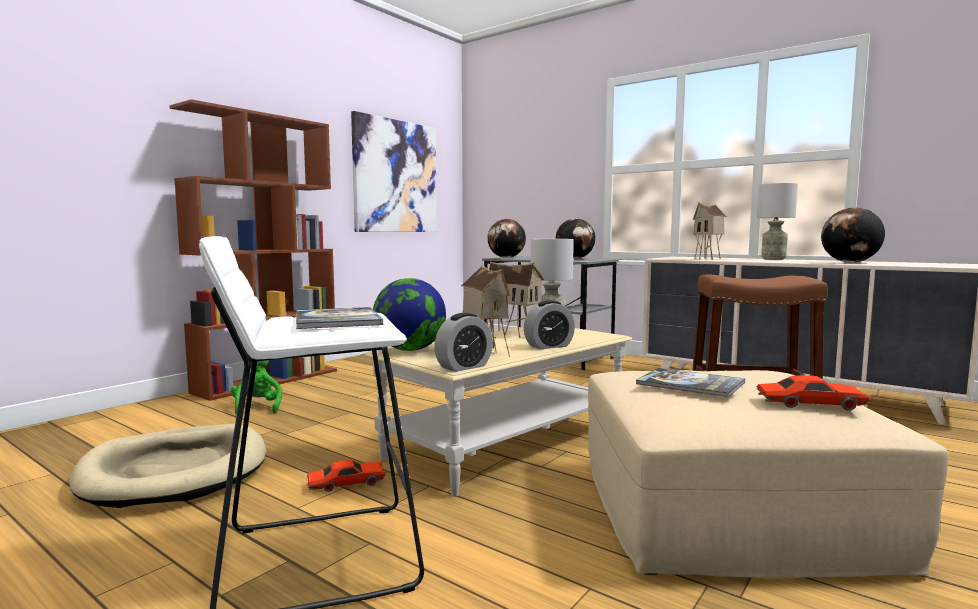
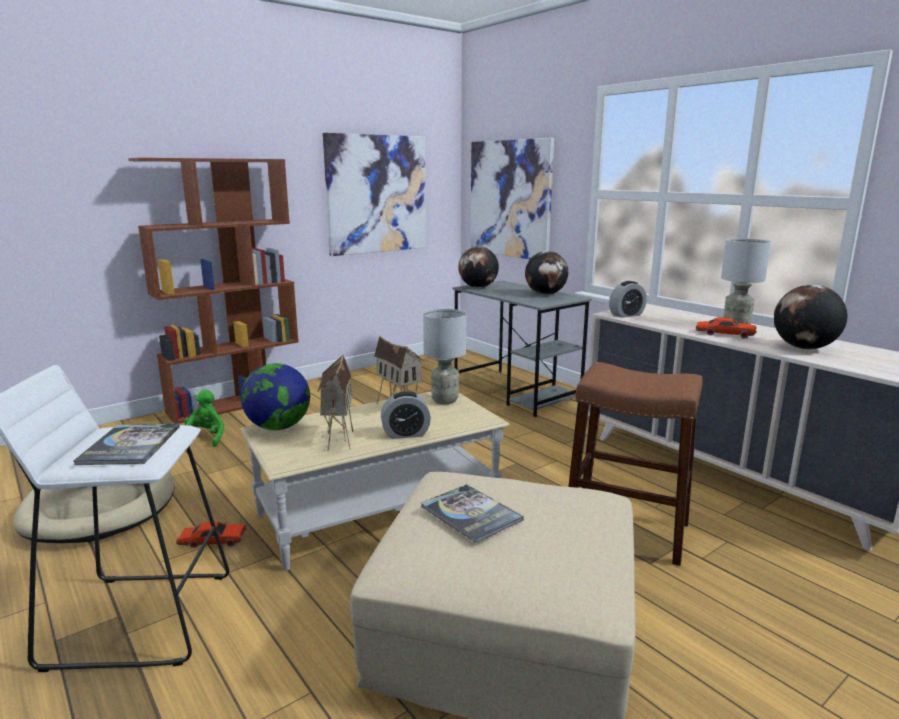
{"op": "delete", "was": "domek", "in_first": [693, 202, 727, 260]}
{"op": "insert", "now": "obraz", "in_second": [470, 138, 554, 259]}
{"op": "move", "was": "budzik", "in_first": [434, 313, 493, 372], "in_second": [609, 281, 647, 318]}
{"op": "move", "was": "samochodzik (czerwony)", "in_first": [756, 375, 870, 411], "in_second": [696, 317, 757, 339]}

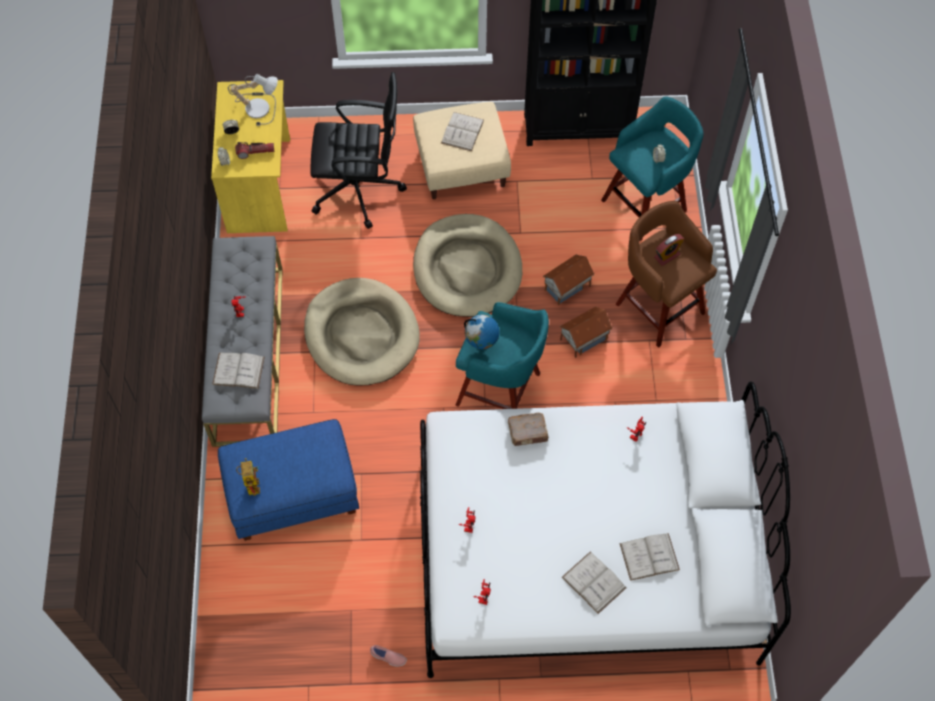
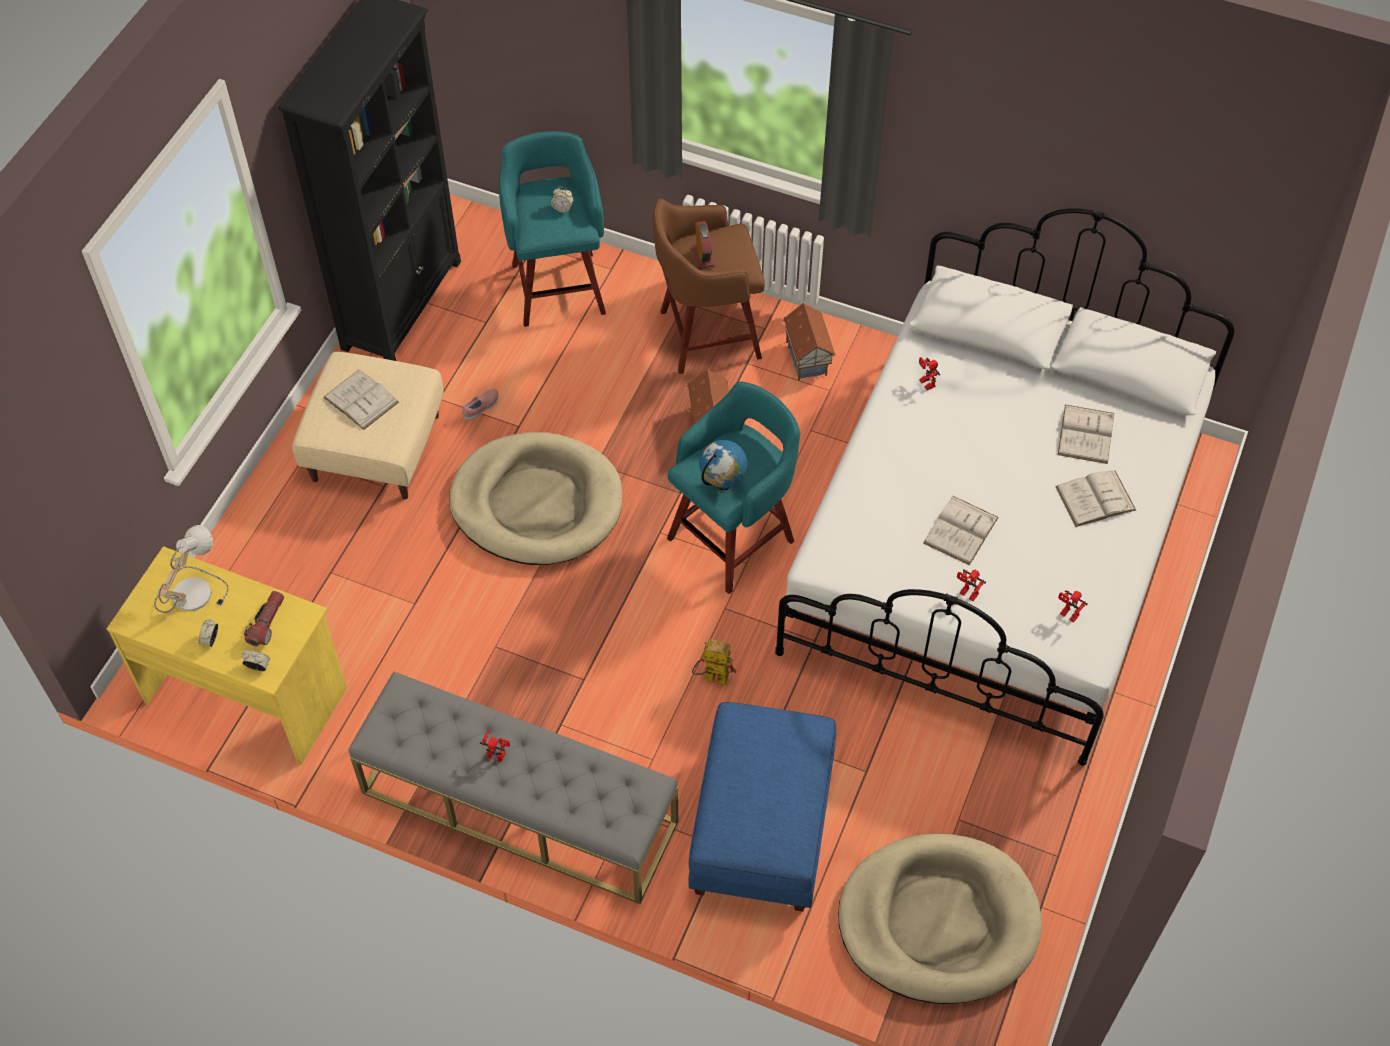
{"op": "delete", "was": "krzesło biurowe (czarny)", "in_first": [310, 72, 407, 229]}
{"op": "delete", "was": "książka (brązowy)", "in_first": [508, 413, 549, 446]}
{"op": "move", "was": "książka (biały)", "in_first": [212, 353, 265, 389], "in_second": [923, 496, 999, 566]}
{"op": "move", "was": "robot zabawkowy", "in_first": [236, 458, 260, 496], "in_second": [692, 639, 736, 685]}
{"op": "move", "was": "legowisko (beżowy)", "in_first": [304, 278, 420, 386], "in_second": [838, 833, 1042, 1004]}
{"op": "move", "was": "but (różowy)", "in_first": [370, 645, 407, 667], "in_second": [462, 389, 499, 421]}
{"op": "move", "was": "domek", "in_first": [543, 254, 595, 305], "in_second": [783, 303, 836, 381]}

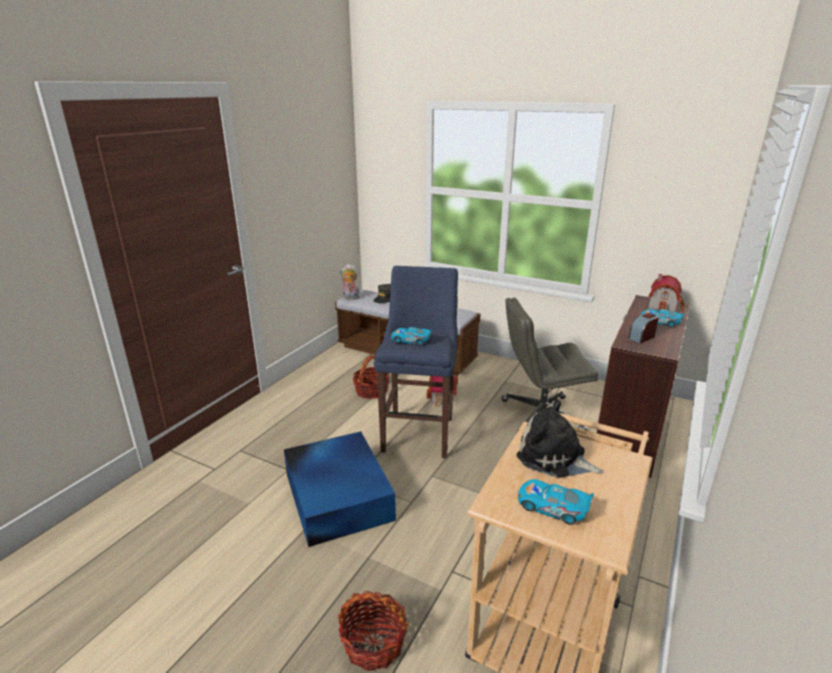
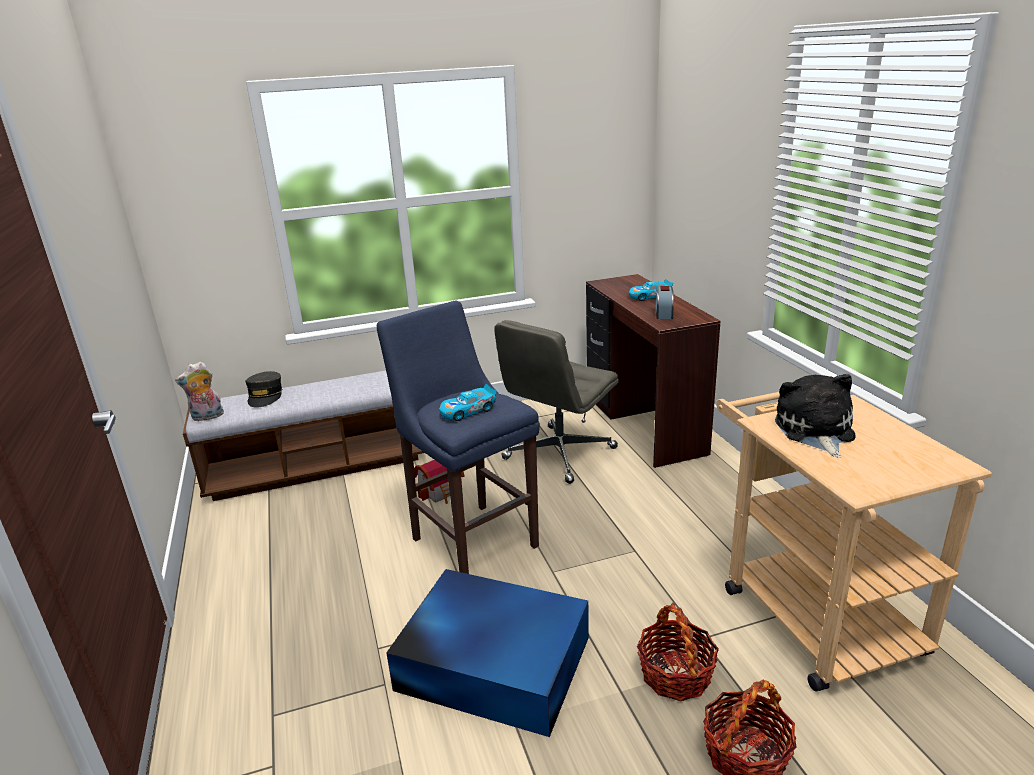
{"op": "delete", "was": "samochodzik", "in_first": [518, 479, 594, 525]}
{"op": "delete", "was": "domek", "in_first": [648, 274, 684, 312]}
{"op": "move", "was": "koszyk", "in_first": [353, 355, 390, 399], "in_second": [637, 603, 719, 701]}
{"op": "rotate", "was": "pluszak", "in_first": [517, 399, 604, 478], "in_second": [775, 374, 856, 457], "clockwise": 105}

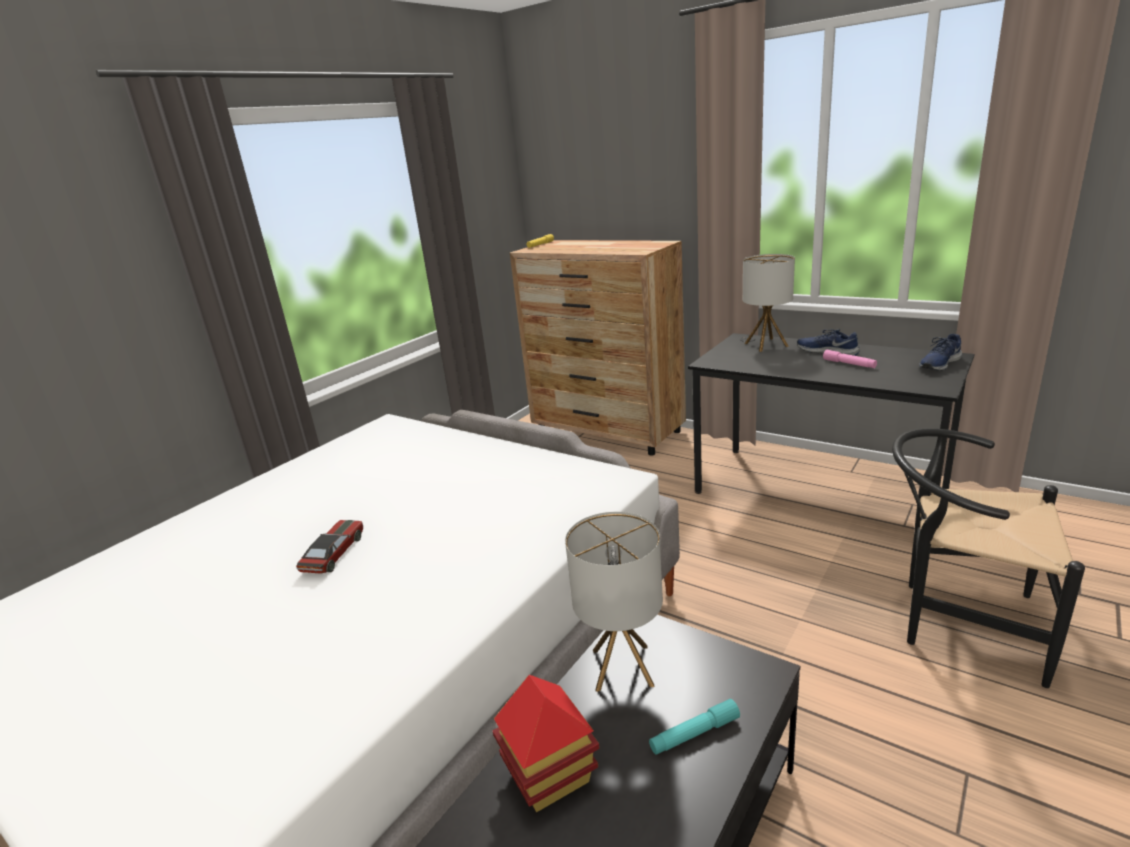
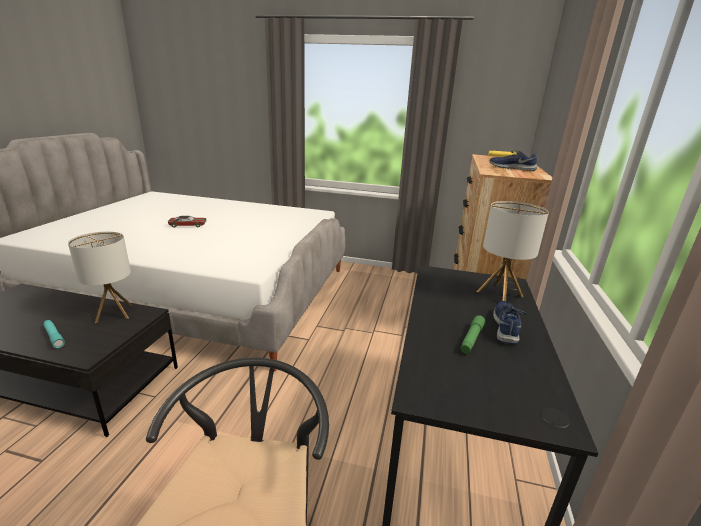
{"op": "delete", "was": "domek", "in_first": [492, 675, 600, 812]}
{"op": "move", "was": "but (niebieski)", "in_first": [919, 334, 962, 371], "in_second": [490, 151, 537, 171]}
{"op": "recolor", "was": "latarka (różowy)", "now": "latarka (zielony)", "in_first": [823, 350, 877, 368], "in_second": [461, 315, 485, 354]}

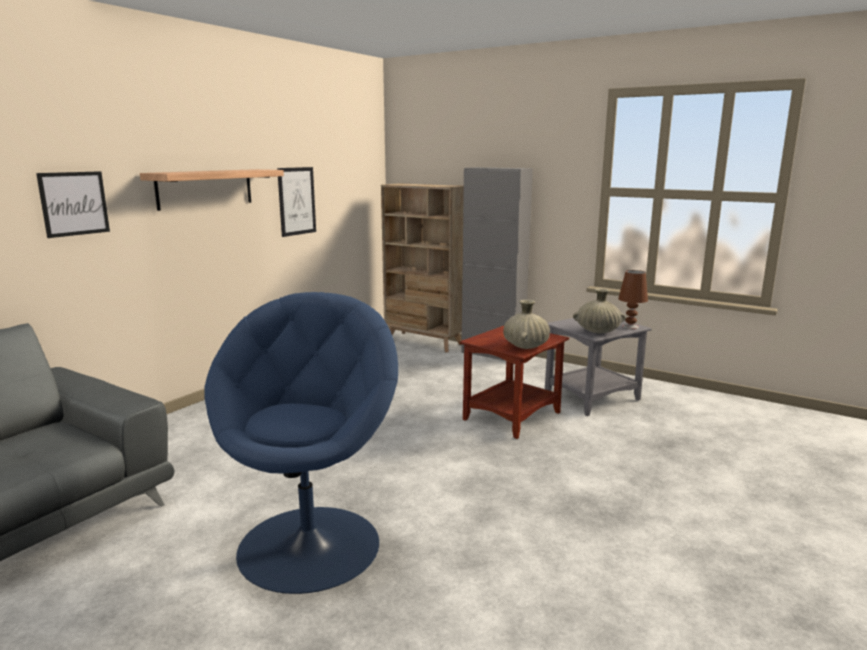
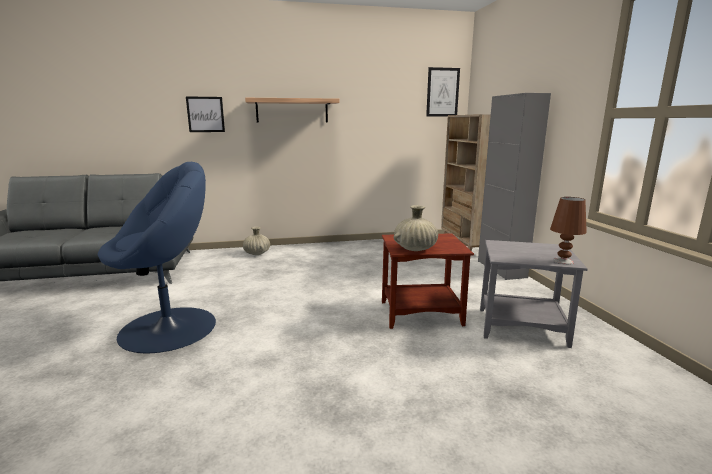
{"op": "move", "was": "obraz", "in_first": [277, 167, 316, 237], "in_second": [426, 67, 460, 117]}
{"op": "move", "was": "wazon (beżowy)", "in_first": [573, 288, 626, 333], "in_second": [243, 227, 270, 255]}

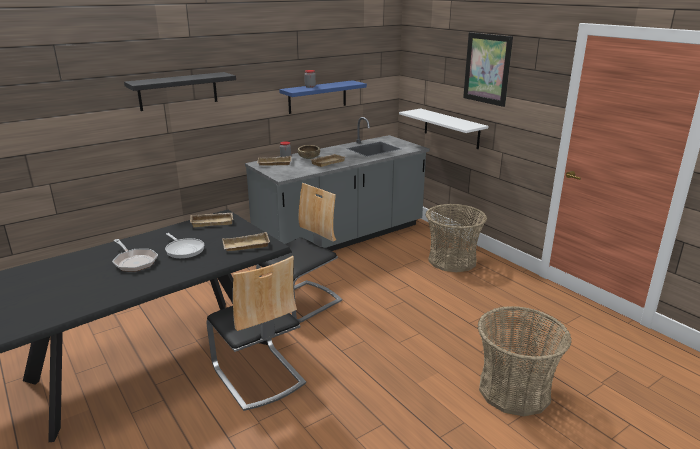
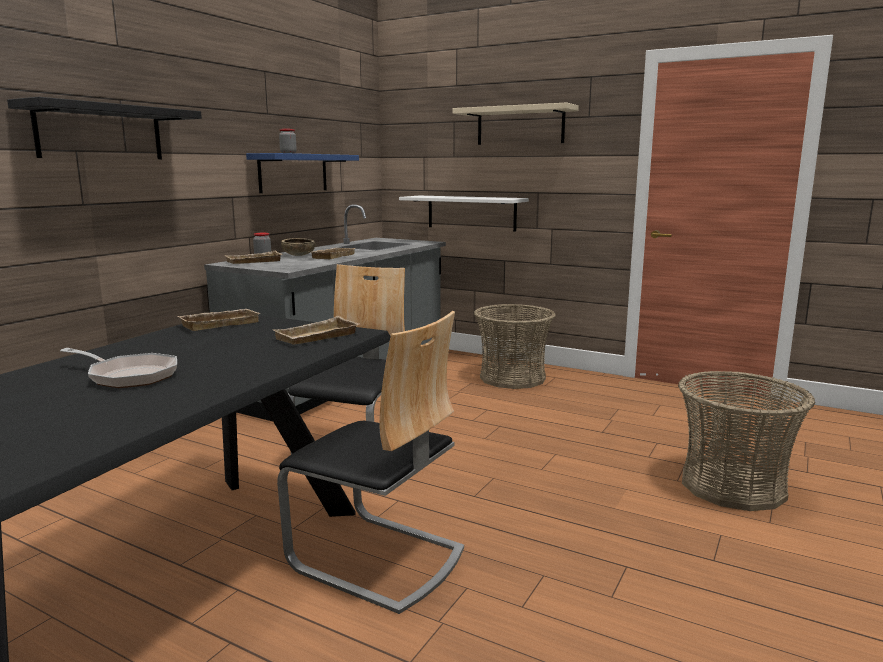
{"op": "delete", "was": "patelnia", "in_first": [165, 233, 204, 259]}
{"op": "replace", "was": "obraz", "now": "półka (beżowy)", "in_first": [463, 32, 513, 107], "in_second": [452, 102, 579, 145]}

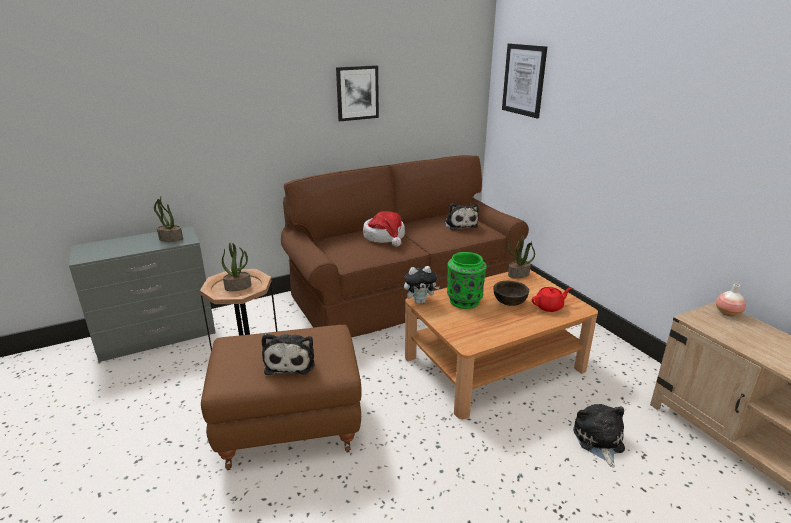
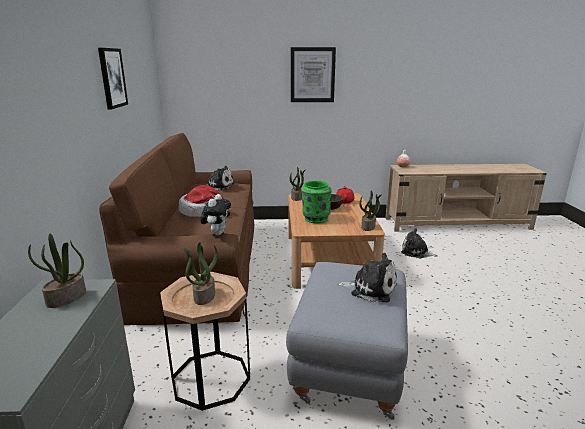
{"op": "insert", "now": "roślina doniczkowa", "in_second": [359, 190, 382, 231]}
{"op": "move", "was": "pluszak", "in_first": [404, 266, 440, 304], "in_second": [200, 194, 231, 235]}
{"op": "move", "was": "obraz", "in_first": [502, 43, 547, 118], "in_second": [291, 47, 336, 102]}
{"op": "recolor", "was": "pufa (brązowy)", "now": "pufa (szary)", "in_first": [201, 325, 362, 470], "in_second": [286, 262, 408, 420]}

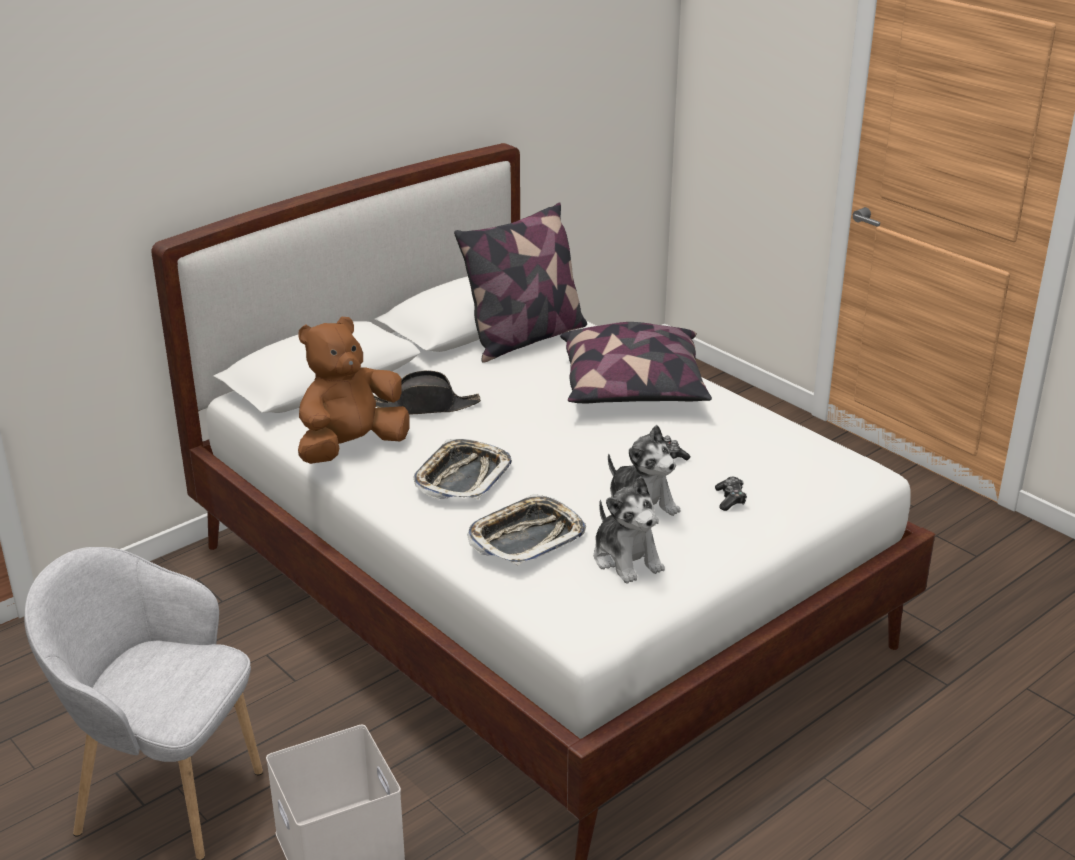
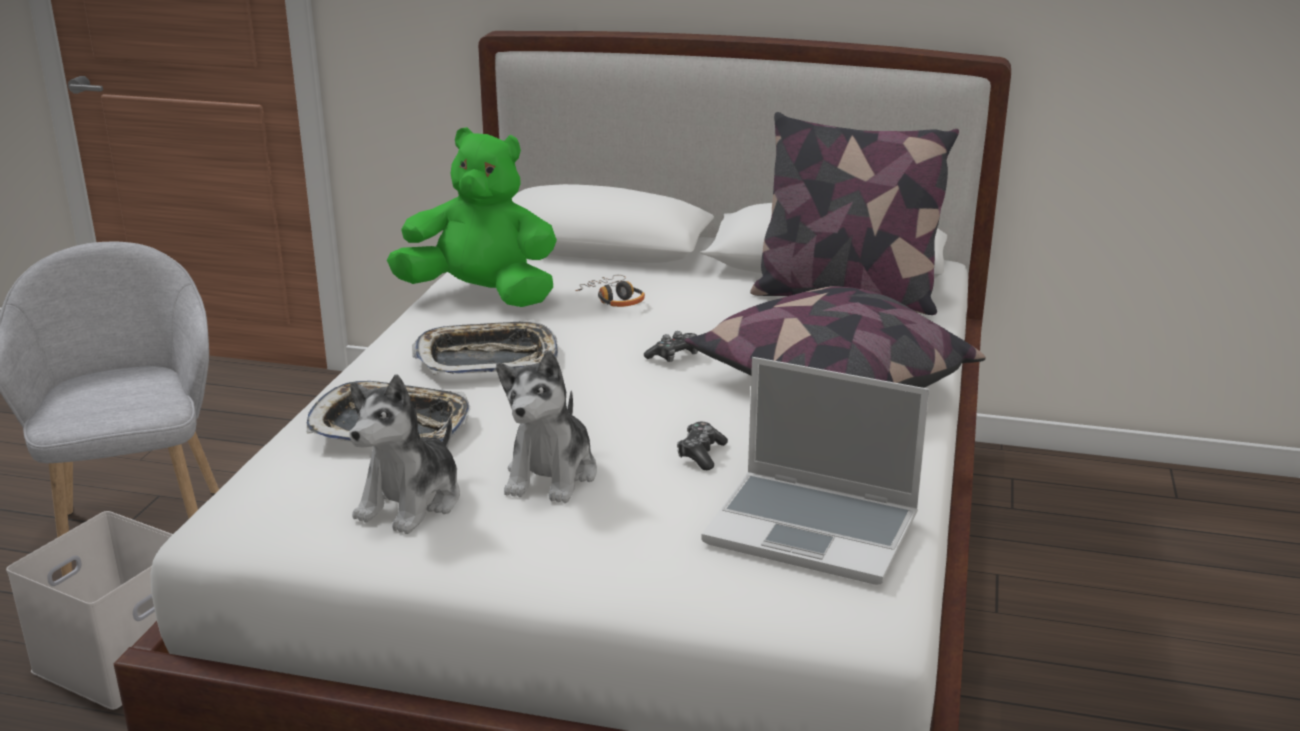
{"op": "insert", "now": "laptop", "in_second": [701, 357, 929, 585]}
{"op": "move", "was": "pad do gier", "in_first": [715, 477, 747, 511], "in_second": [644, 331, 698, 362]}
{"op": "replace", "was": "kapelusz (czarny)", "now": "słuchawki", "in_first": [374, 370, 481, 415], "in_second": [575, 275, 645, 307]}
{"op": "recolor", "was": "pluszak (brązowy)", "now": "pluszak (zielony)", "in_first": [298, 317, 409, 464], "in_second": [387, 127, 557, 307]}

